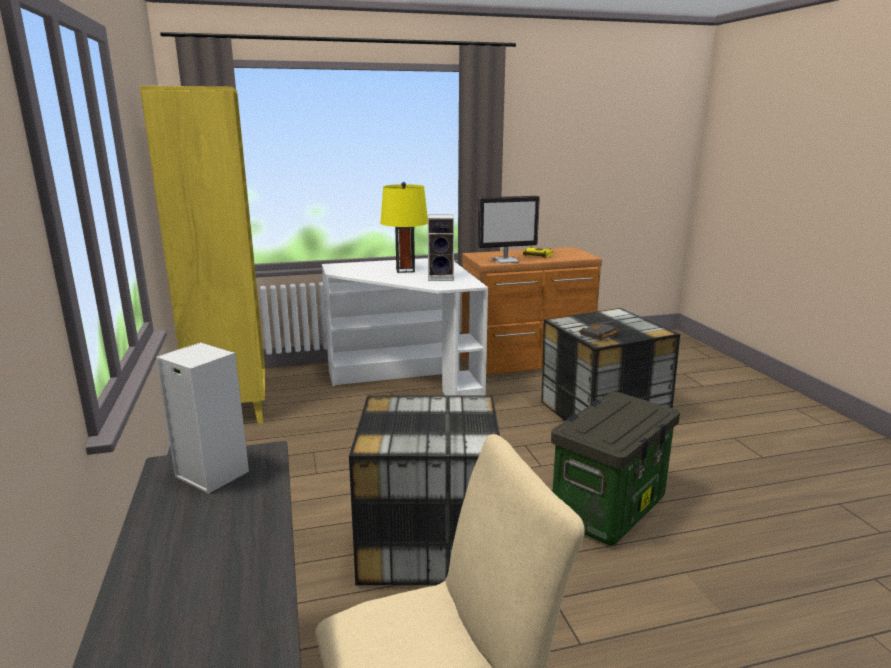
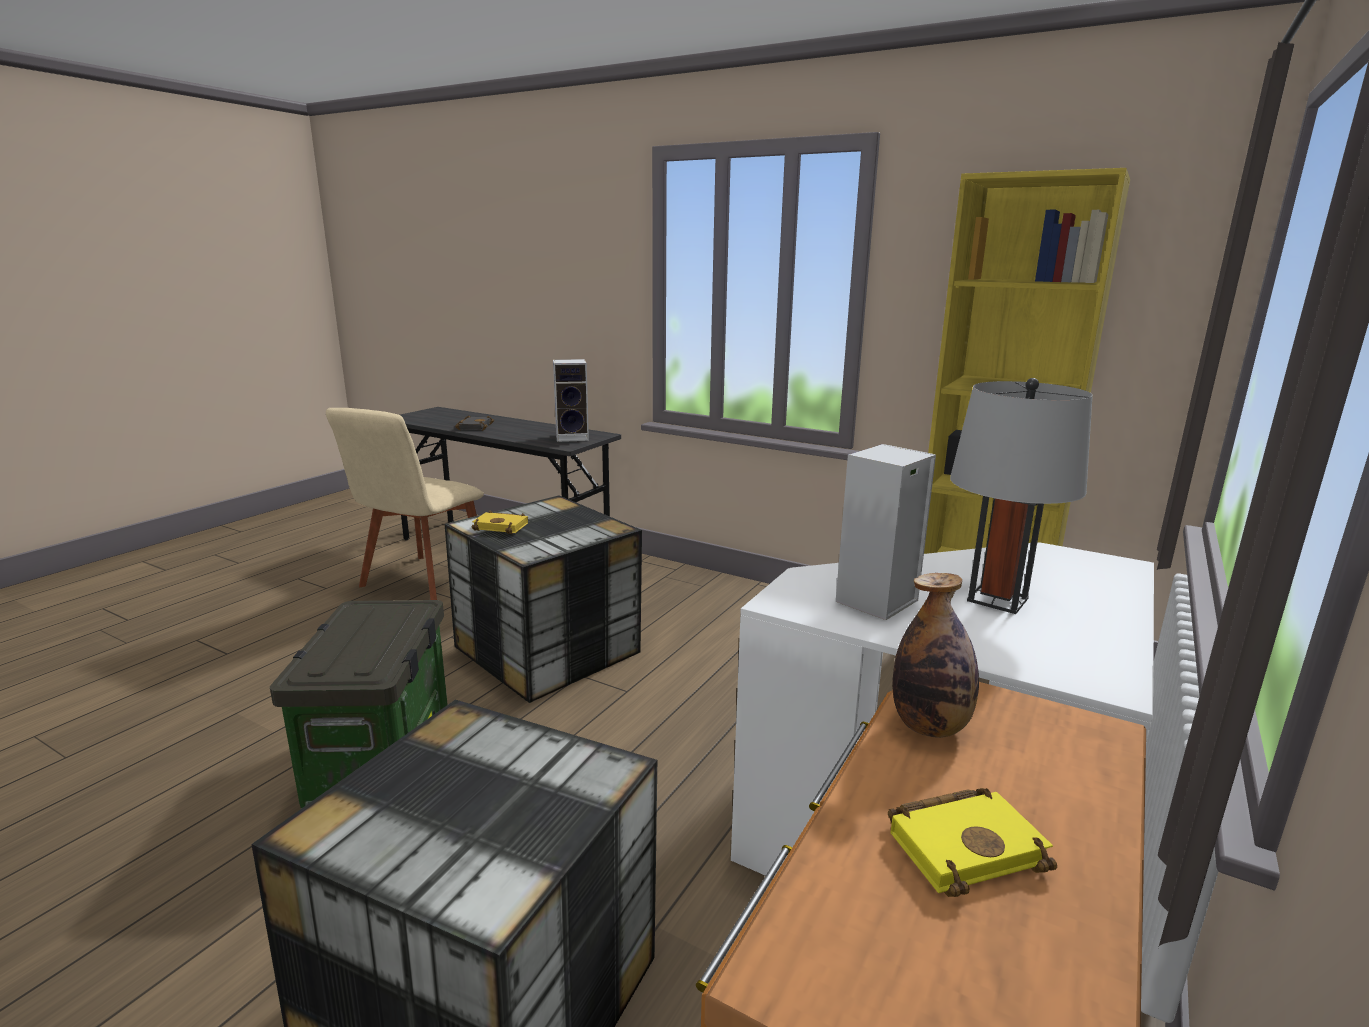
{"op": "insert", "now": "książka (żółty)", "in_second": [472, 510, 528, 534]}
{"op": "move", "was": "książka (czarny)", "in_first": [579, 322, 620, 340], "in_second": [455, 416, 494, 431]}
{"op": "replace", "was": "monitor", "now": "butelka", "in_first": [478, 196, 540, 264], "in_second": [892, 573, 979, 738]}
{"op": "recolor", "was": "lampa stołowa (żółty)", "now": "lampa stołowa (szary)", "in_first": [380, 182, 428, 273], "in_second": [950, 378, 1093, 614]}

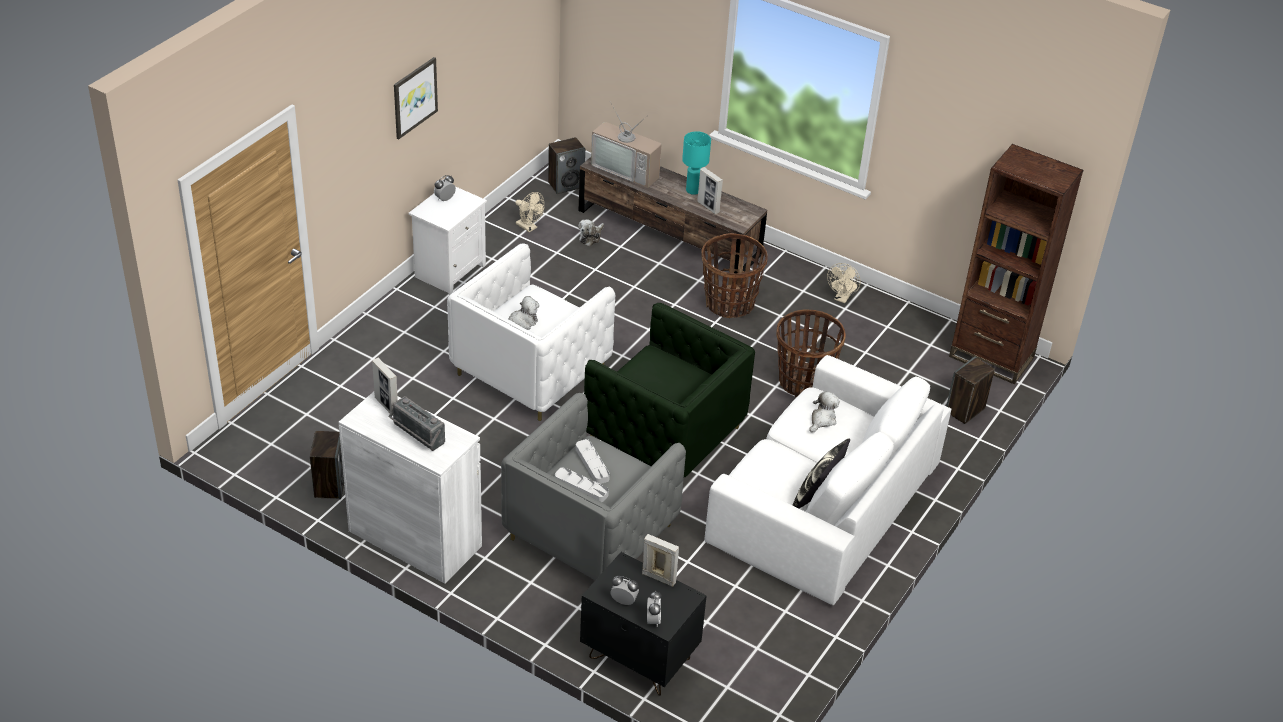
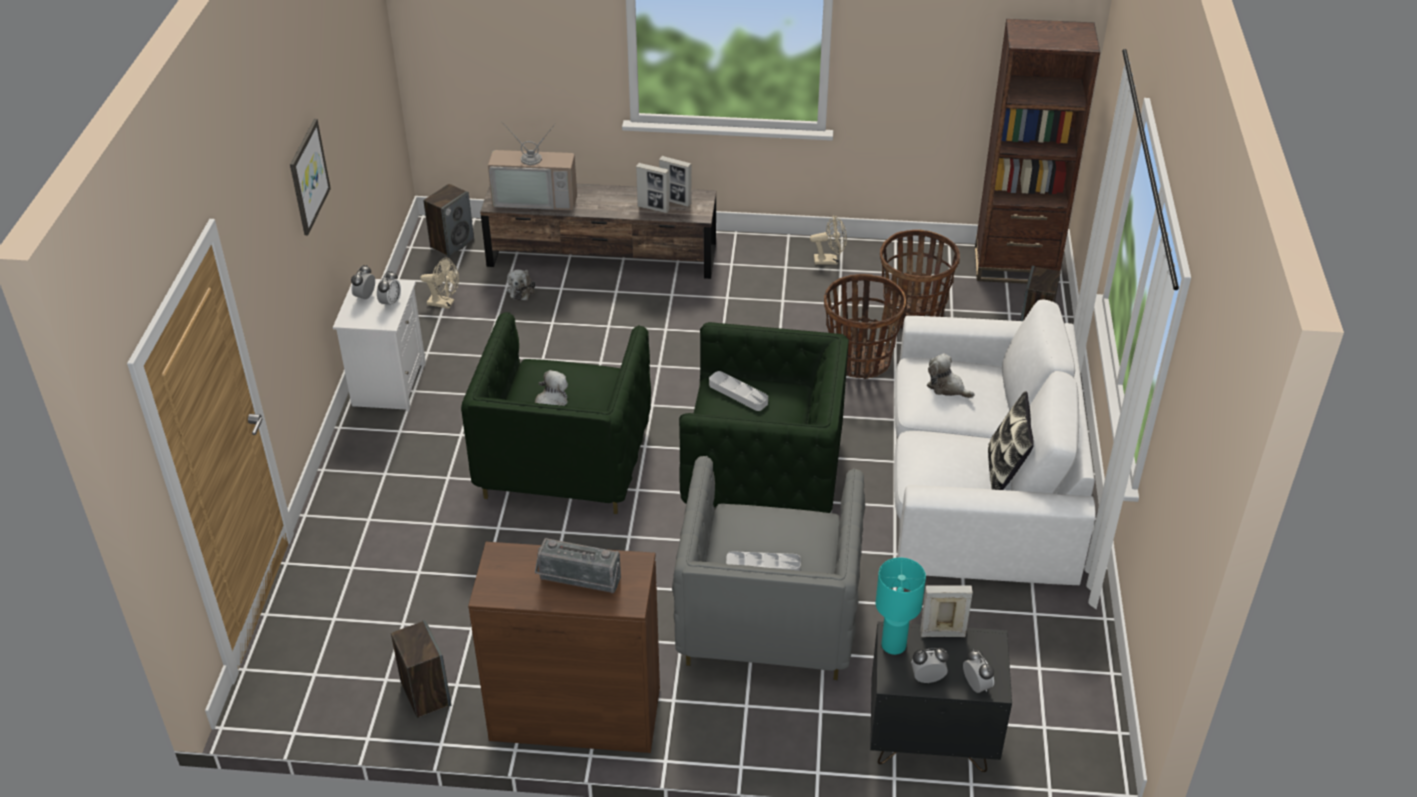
{"op": "insert", "now": "budzik", "in_second": [377, 271, 401, 308]}
{"op": "move", "was": "ramka na zdjęcie", "in_first": [372, 358, 398, 413], "in_second": [659, 156, 692, 207]}
{"op": "move", "was": "taca (szary)", "in_first": [576, 439, 610, 484], "in_second": [709, 371, 768, 411]}
{"op": "move", "was": "lampa stołowa (turkusowy)", "in_first": [682, 131, 711, 195], "in_second": [876, 557, 926, 655]}
{"op": "move", "was": "koszyk", "in_first": [701, 233, 768, 318], "in_second": [880, 230, 960, 329]}
{"op": "recolor", "was": "szafka (biały)", "now": "szafka (brązowy)", "in_first": [339, 392, 482, 584], "in_second": [468, 542, 660, 753]}
{"op": "recolor", "was": "fotel (biały)", "now": "fotel (zielony)", "in_first": [447, 243, 615, 421], "in_second": [461, 312, 651, 514]}
{"op": "rotate", "was": "pluszak", "in_first": [809, 391, 839, 433], "in_second": [927, 353, 975, 398], "clockwise": -60}
{"op": "rotate", "was": "wentylator (beżowy)", "in_first": [827, 263, 861, 303], "in_second": [810, 215, 847, 265], "clockwise": -90}

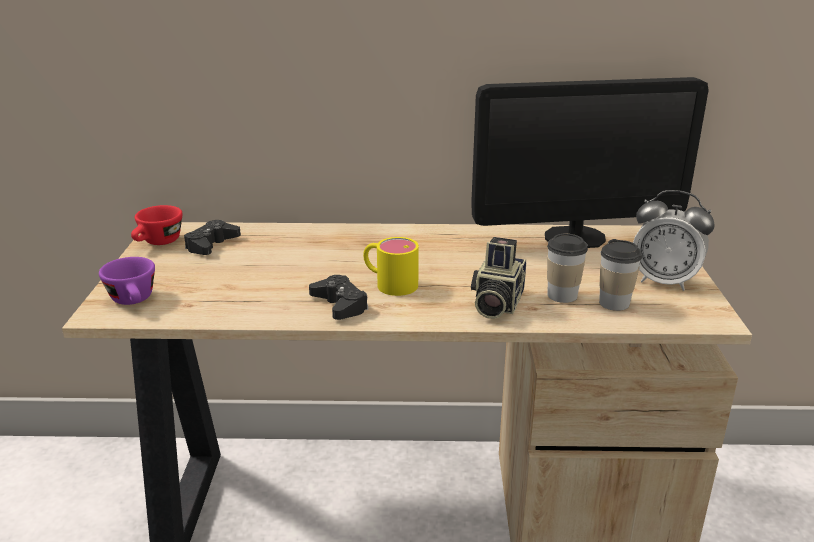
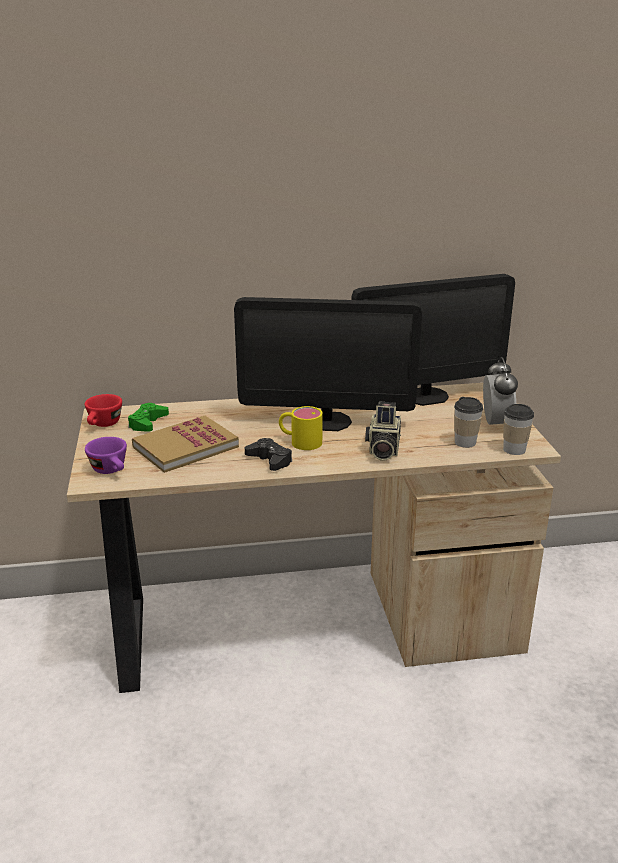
{"op": "insert", "now": "książka", "in_second": [132, 416, 239, 473]}
{"op": "insert", "now": "monitor", "in_second": [234, 297, 422, 431]}
{"op": "move", "was": "filiżanka", "in_first": [547, 234, 588, 303], "in_second": [503, 404, 534, 455]}
{"op": "recolor", "was": "pad do gier (czarny)", "now": "pad do gier (zielony)", "in_first": [184, 220, 241, 255], "in_second": [128, 403, 169, 432]}
{"op": "rotate", "was": "budzik", "in_first": [633, 190, 715, 291], "in_second": [483, 357, 518, 425], "clockwise": -105}

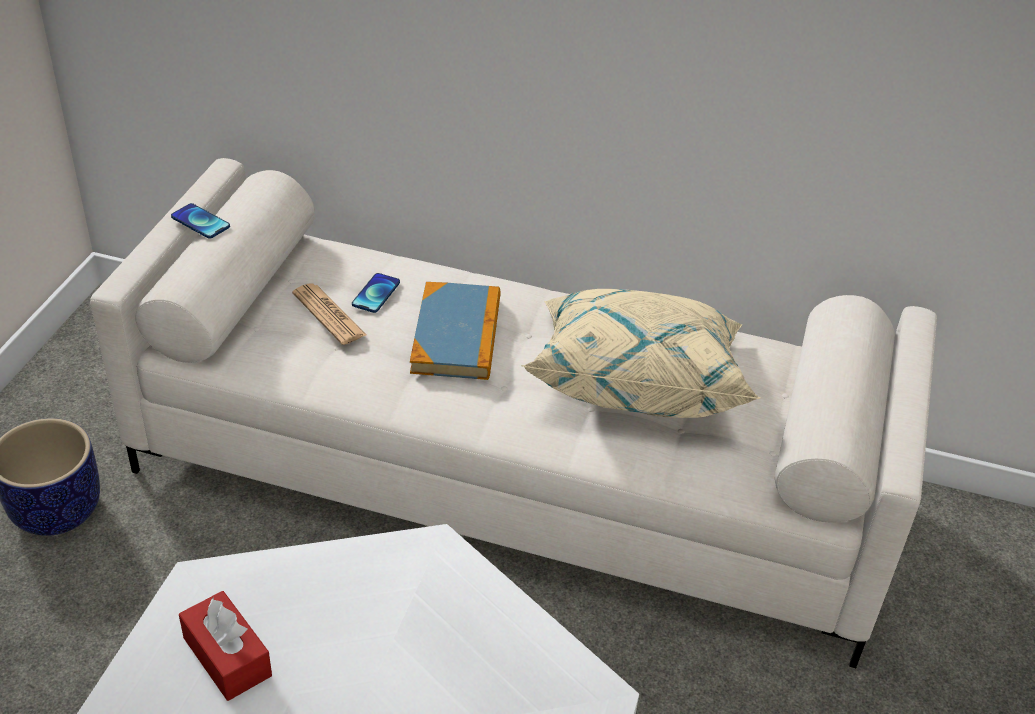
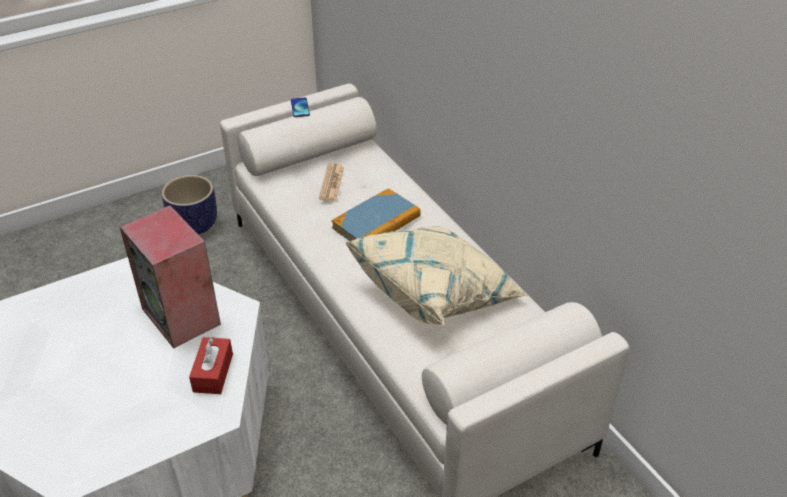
{"op": "delete", "was": "telefon", "in_first": [352, 273, 400, 313]}
{"op": "insert", "now": "głośnik", "in_second": [119, 205, 221, 348]}
{"op": "move", "was": "pudełko chusteczek (czerwony)", "in_first": [179, 591, 272, 701], "in_second": [189, 337, 233, 394]}

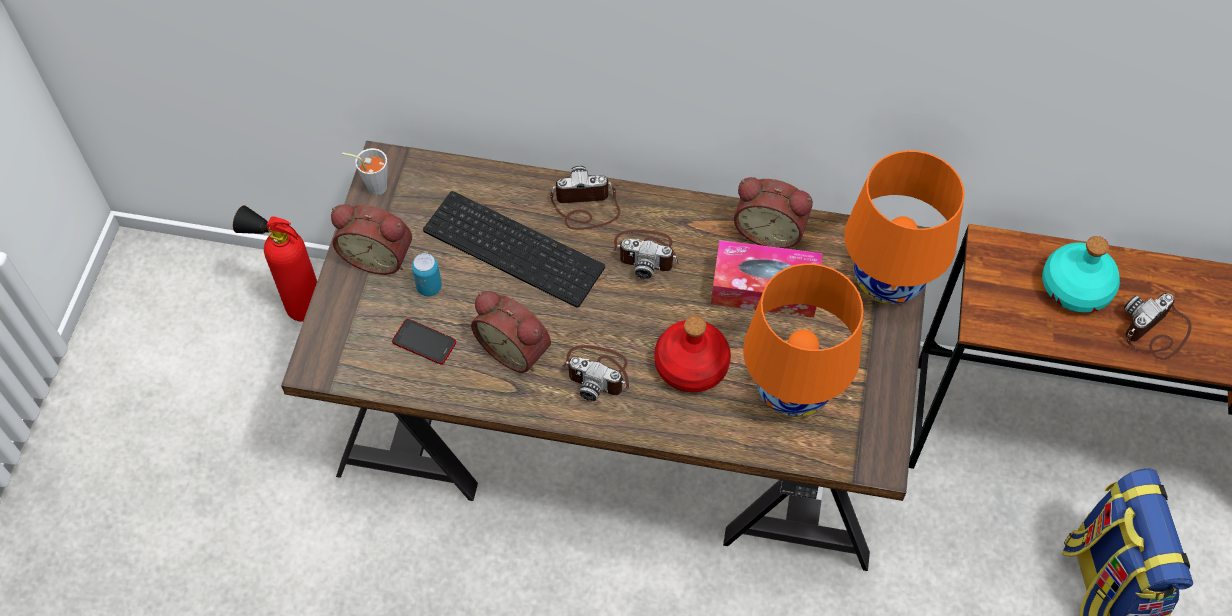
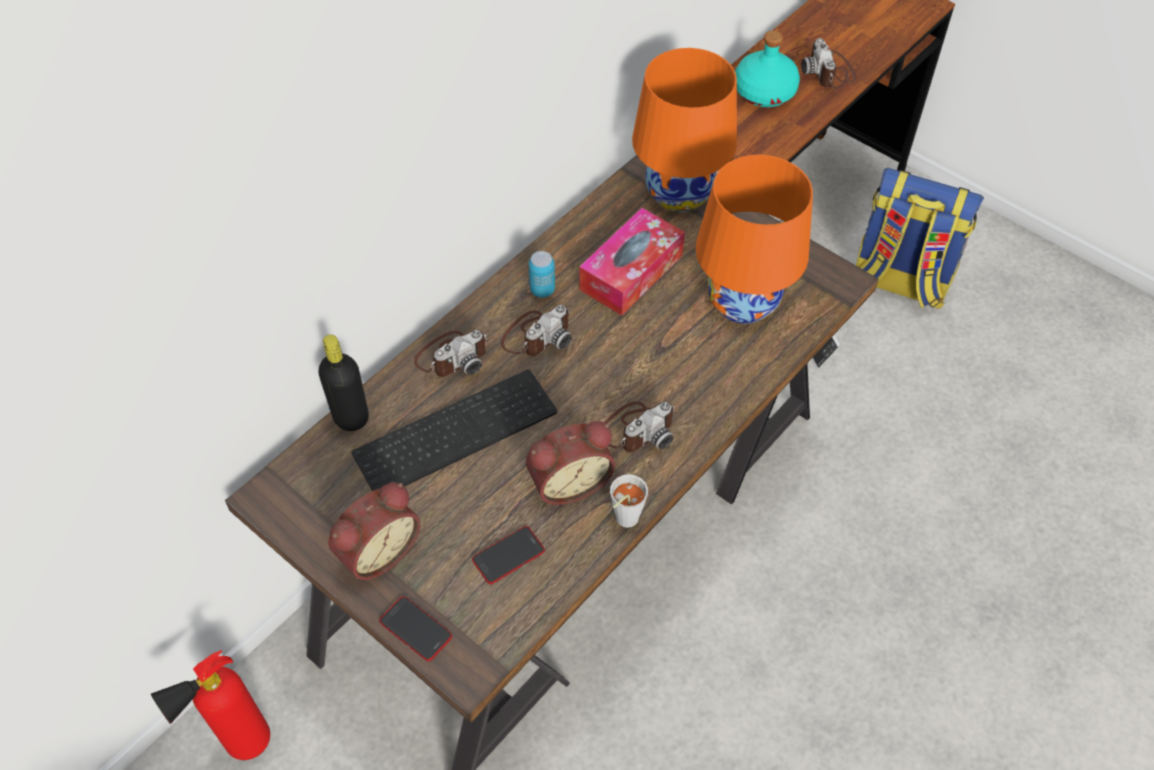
{"op": "delete", "was": "butelka (czerwony)", "in_first": [654, 316, 731, 392]}
{"op": "delete", "was": "budzik", "in_first": [734, 177, 813, 249]}
{"op": "insert", "now": "butelka (czarny)", "in_second": [318, 335, 369, 431]}
{"op": "insert", "now": "telefon", "in_second": [379, 596, 452, 661]}
{"op": "move", "was": "filiżanka (szary)", "in_first": [342, 148, 388, 195], "in_second": [610, 474, 648, 528]}
{"op": "move", "was": "puszka", "in_first": [412, 253, 442, 296], "in_second": [529, 251, 555, 297]}
{"op": "rotate", "was": "aparat fotograficzny", "in_first": [550, 166, 621, 230], "in_second": [414, 330, 489, 377], "clockwise": -150}

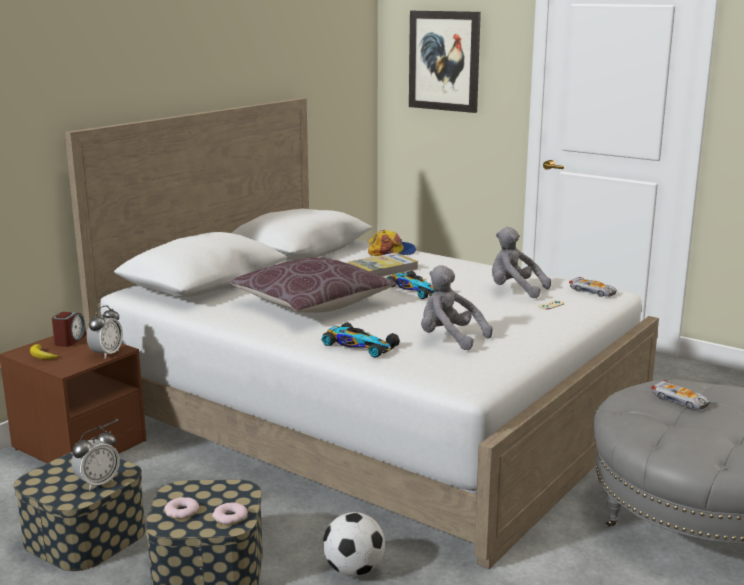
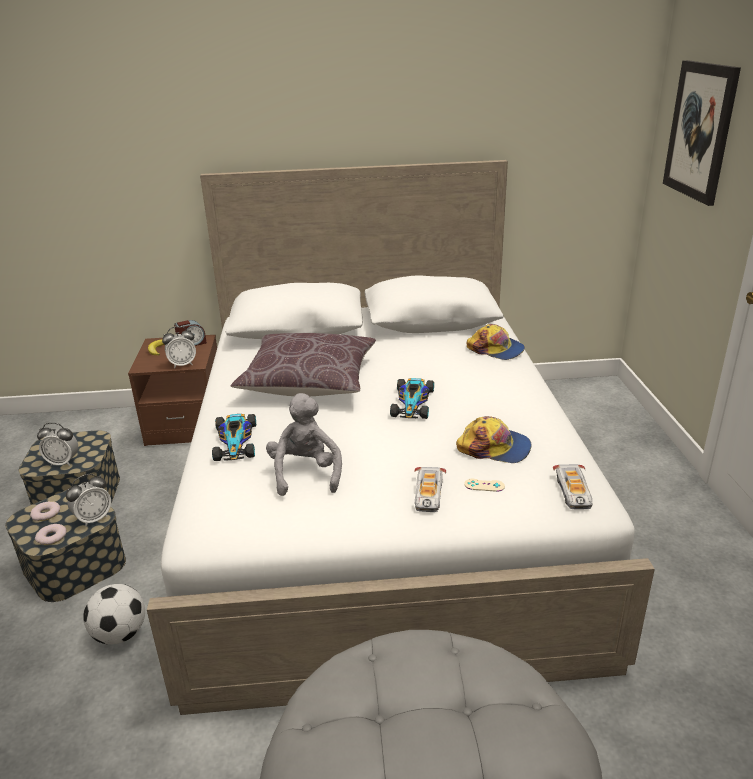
{"op": "delete", "was": "książka", "in_first": [348, 253, 419, 277]}
{"op": "insert", "now": "budzik", "in_second": [66, 474, 111, 527]}
{"op": "move", "was": "samochodzik", "in_first": [651, 380, 710, 410], "in_second": [414, 467, 446, 512]}
{"op": "replace", "was": "pluszak (szary)", "now": "czapka z daszkiem", "in_first": [492, 227, 551, 298], "in_second": [456, 416, 531, 463]}

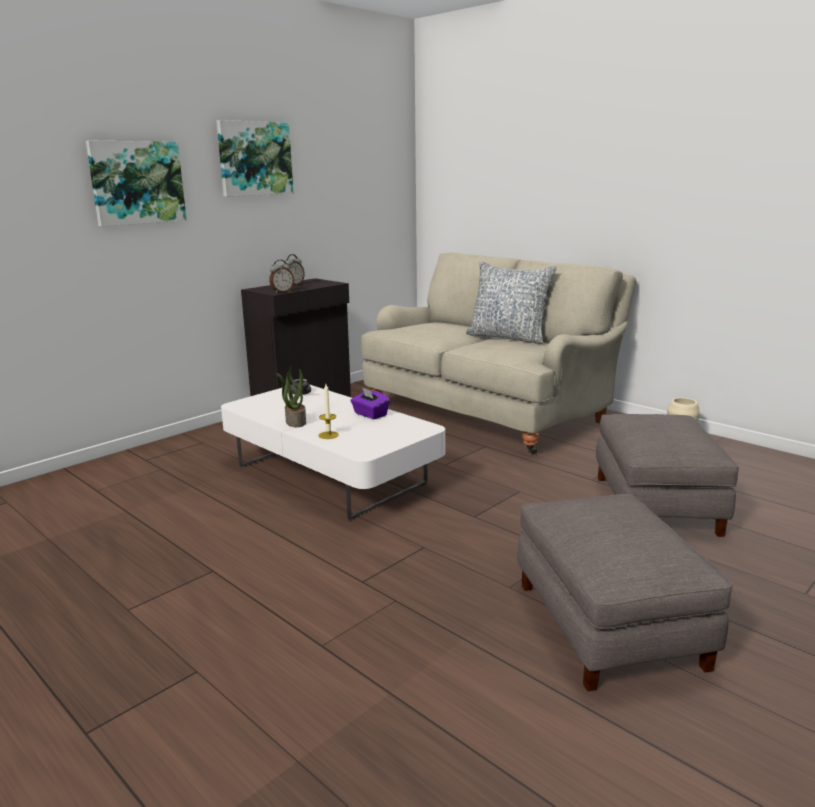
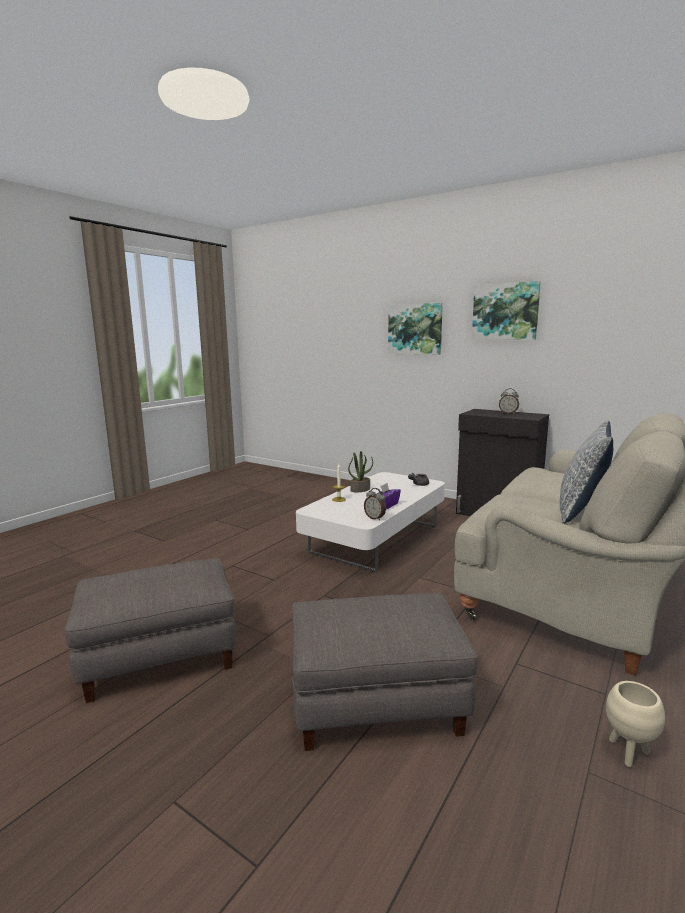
{"op": "move", "was": "budzik", "in_first": [269, 260, 294, 293], "in_second": [364, 488, 386, 521]}

